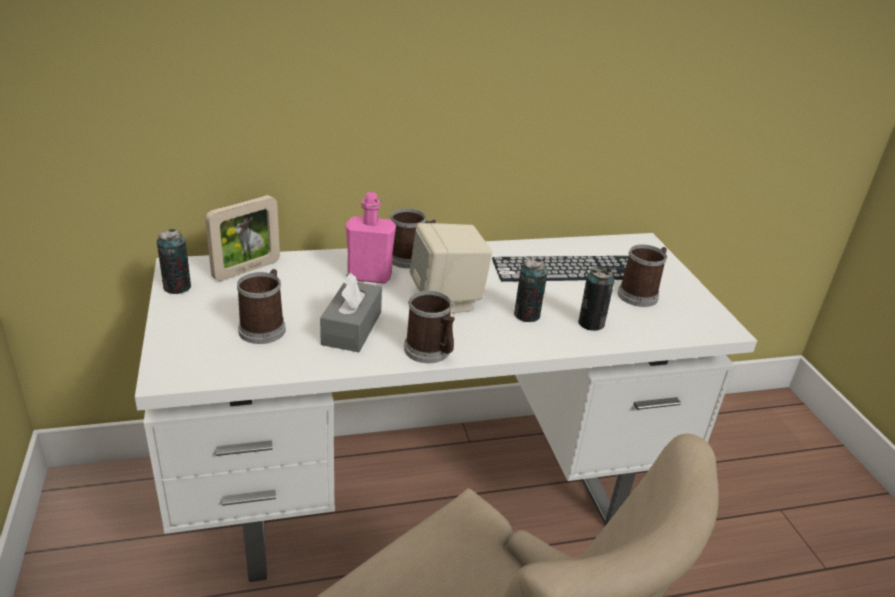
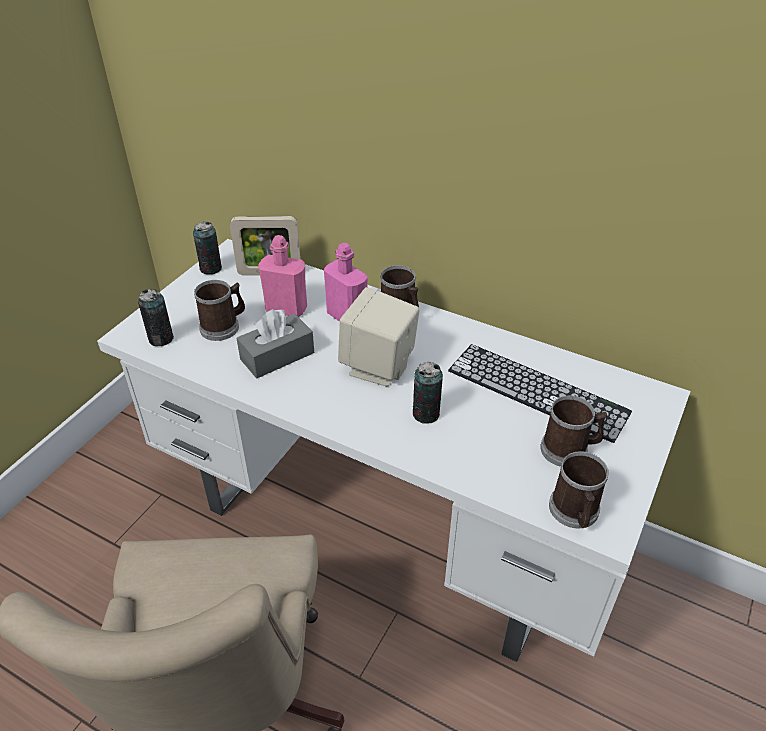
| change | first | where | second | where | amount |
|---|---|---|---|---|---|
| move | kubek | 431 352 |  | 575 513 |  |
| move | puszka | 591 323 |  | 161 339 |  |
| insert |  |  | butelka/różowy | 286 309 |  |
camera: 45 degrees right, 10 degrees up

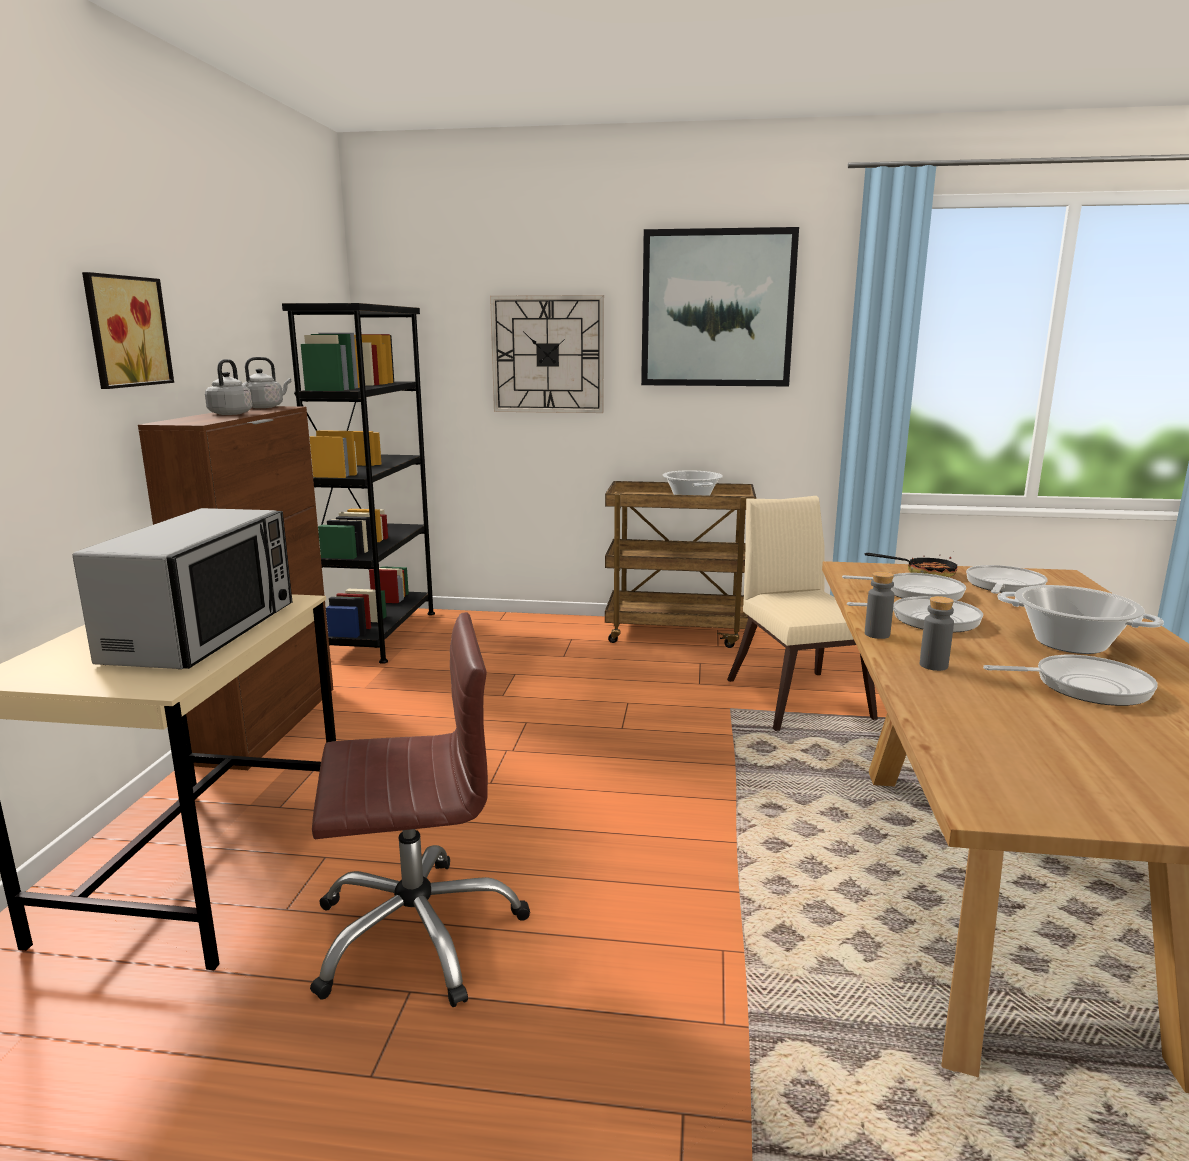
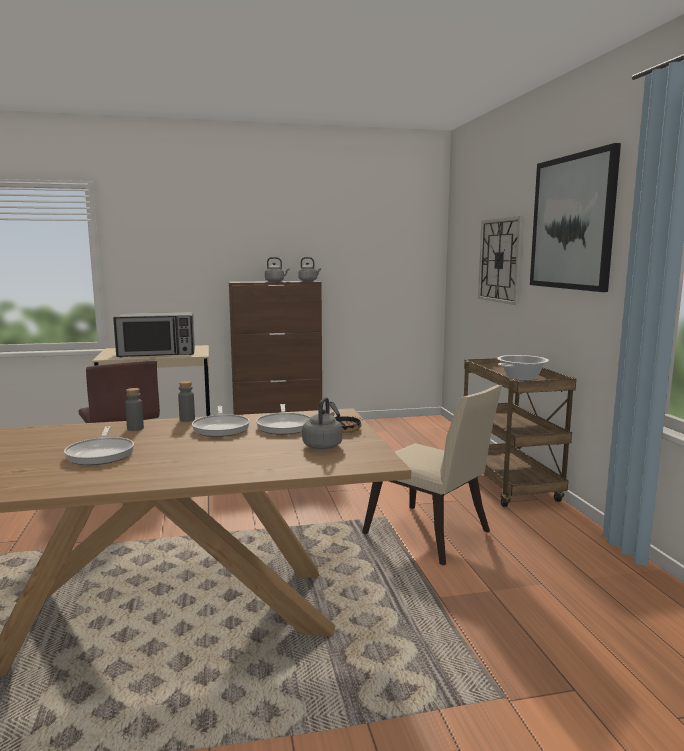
| change | first | where | second | where | amount |
|---|---|---|---|---|---|
| delete | obraz | 124 331 |  |  |  |
| delete | regał/czarny | 381 634 |  |  |  |
| rotate | krzesło/beżowy | 796 695 |  | 432 536 | 75 degrees clockwise |
| replace | patelnia | 1003 586 | czajnik/szary | 323 445 |  |
| delete | garnek | 1070 644 |  |  |  |
camera: 70 degrees right, 5 degrees down

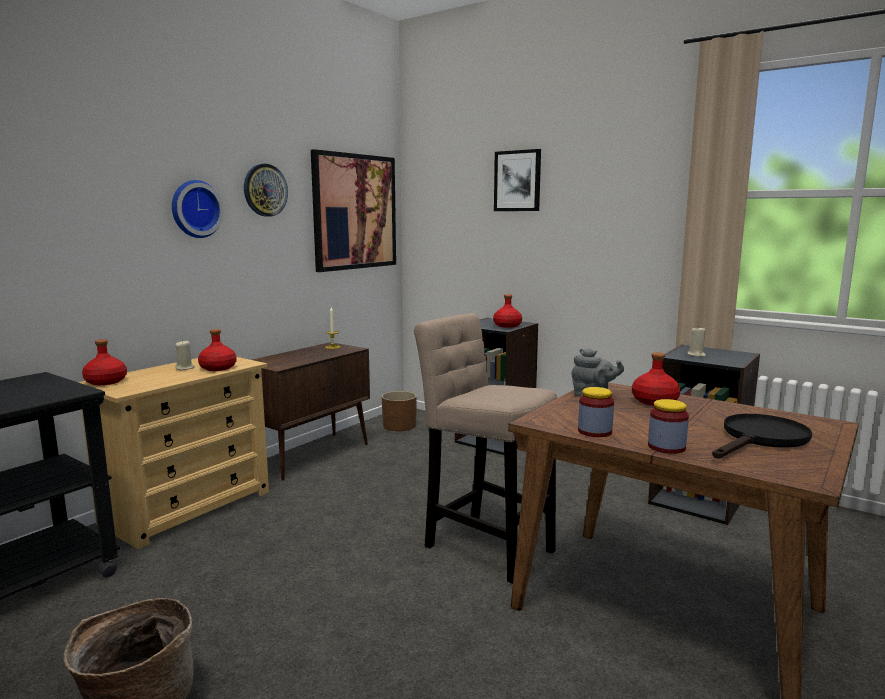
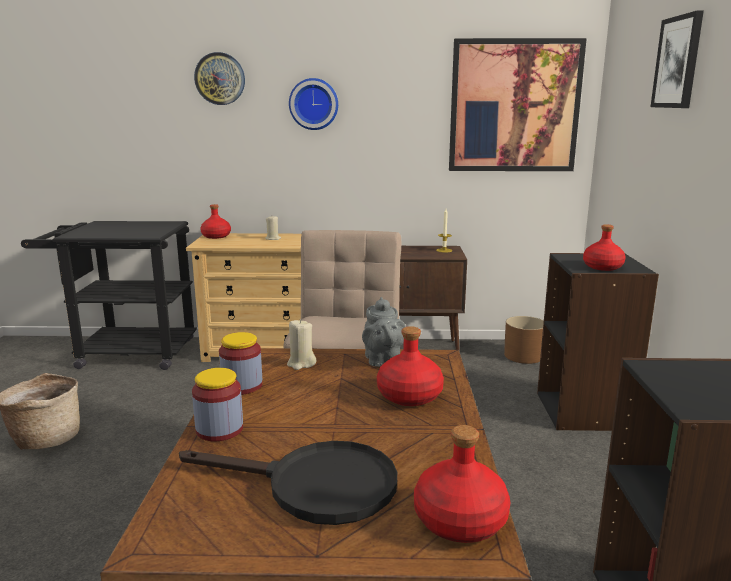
| change | first | where | second | where | amount |
|---|---|---|---|---|---|
| move | butelka/czerwony | 218 368 |  | 460 521 |  |
| move | zegar ścienny | 265 190 |  | 220 79 |  |
| move | świeca/beżowy | 696 355 |  | 301 364 |  |
camera: 55 degrees right, 5 degrees up

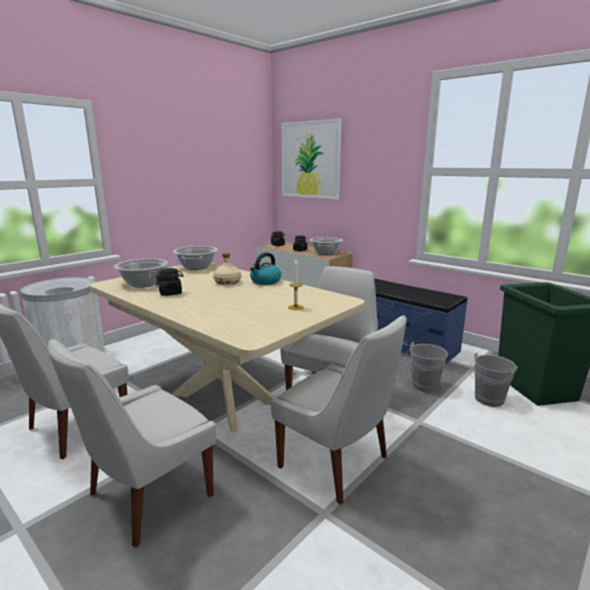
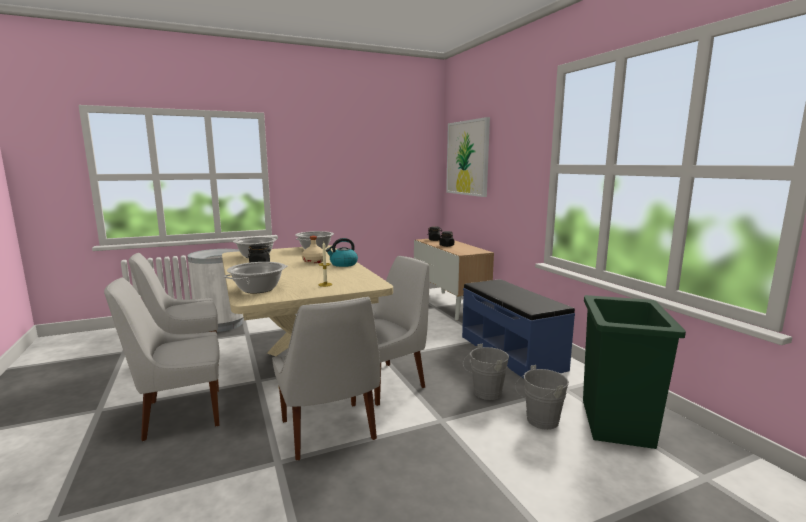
| change | first | where | second | where | amount |
|---|---|---|---|---|---|
| move | garnek | 325 252 |  | 258 289 |  |
camera: 25 degrees right, 5 degrees down

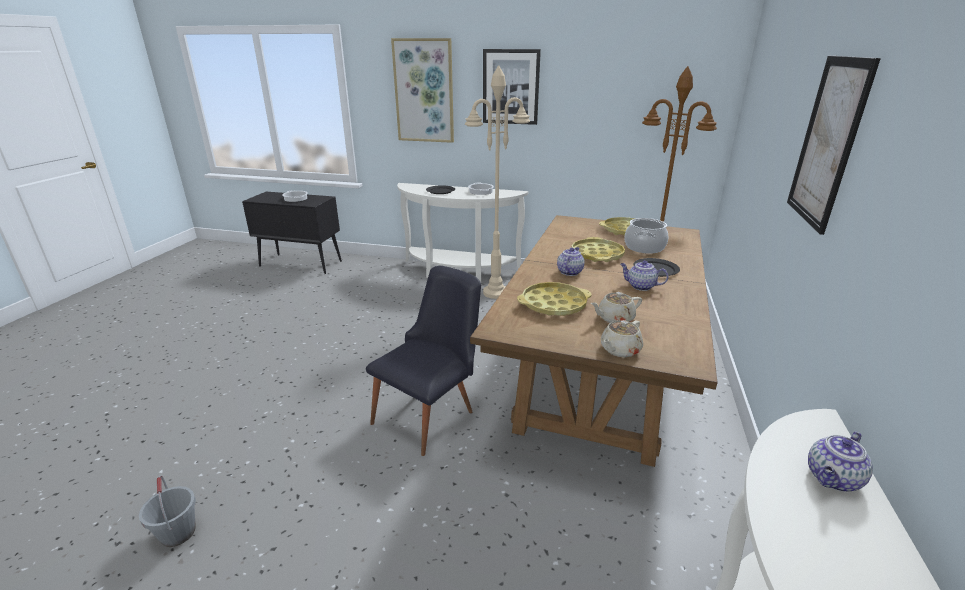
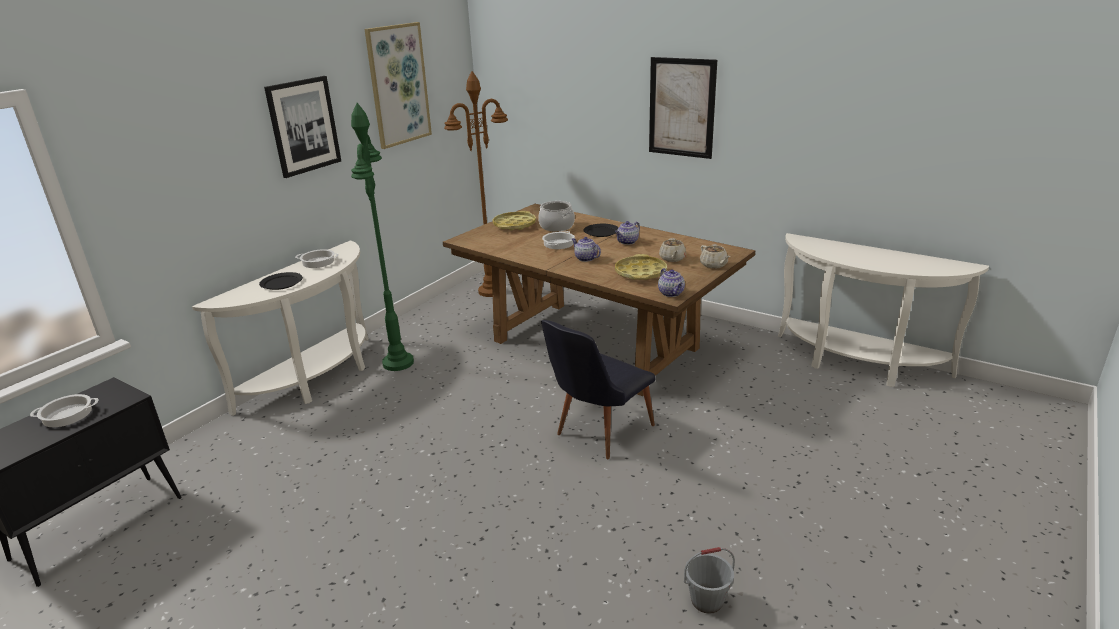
| change | first | where | second | where | amount |
|---|---|---|---|---|---|
| rotate | krzesło/czarny | 431 413 |  | 597 433 | 105 degrees counterclockwise |
| move | obraz | 424 91 |  | 398 85 |  |
| recolor | lampa stojąca/beżowy | 495 292 | lampa stojąca/zielony | 398 363 |  |
| replace | taca/żółty | 597 255 | garnek | 558 244 |  |
| move | imbryk | 833 479 |  | 671 293 |  |
camera: 70 degrees left, 0 degrees up

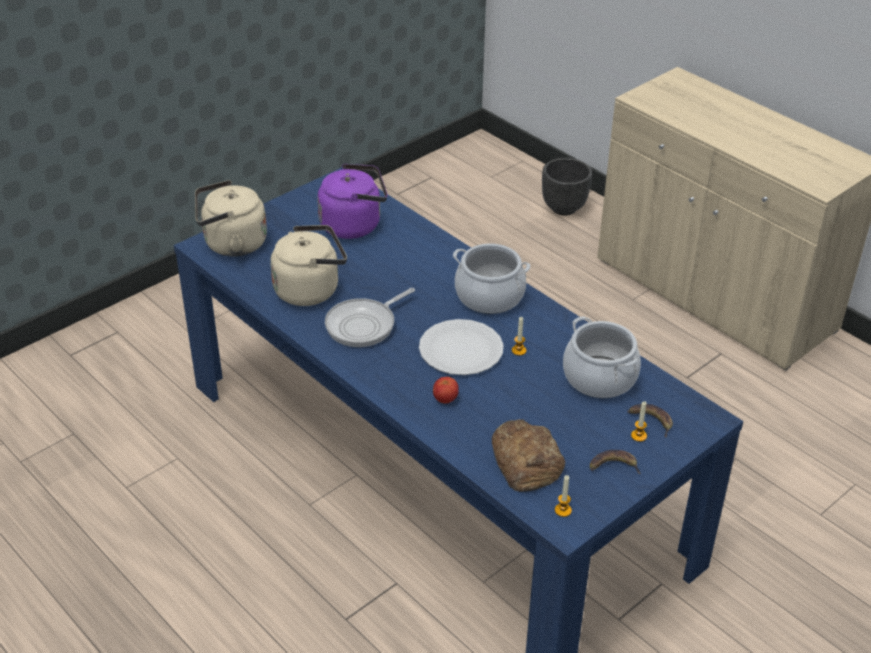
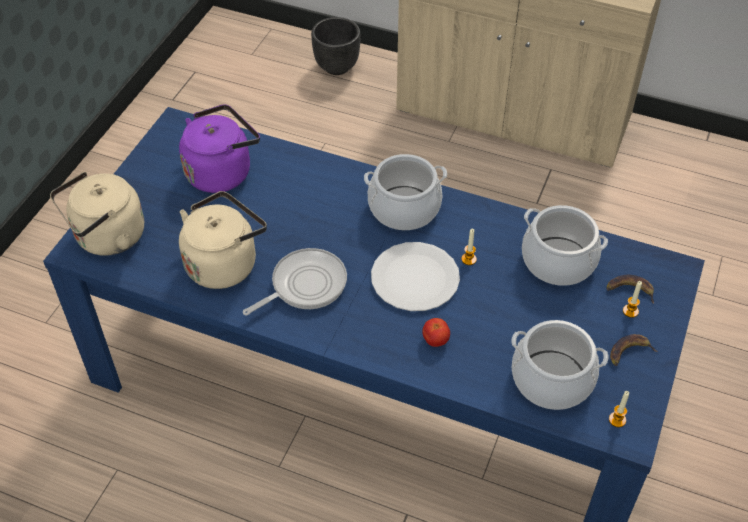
| change | first | where | second | where | amount |
|---|---|---|---|---|---|
| rotate | patelnia | 364 325 |  | 304 285 | 150 degrees counterclockwise |
| replace | chleb | 526 461 | garnek | 552 380 |  |
camera: 25 degrees left, 10 degrees up

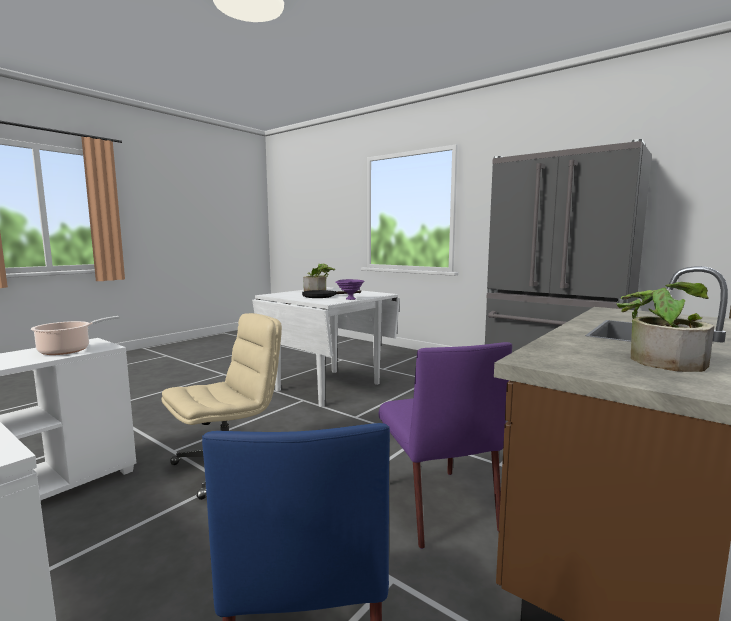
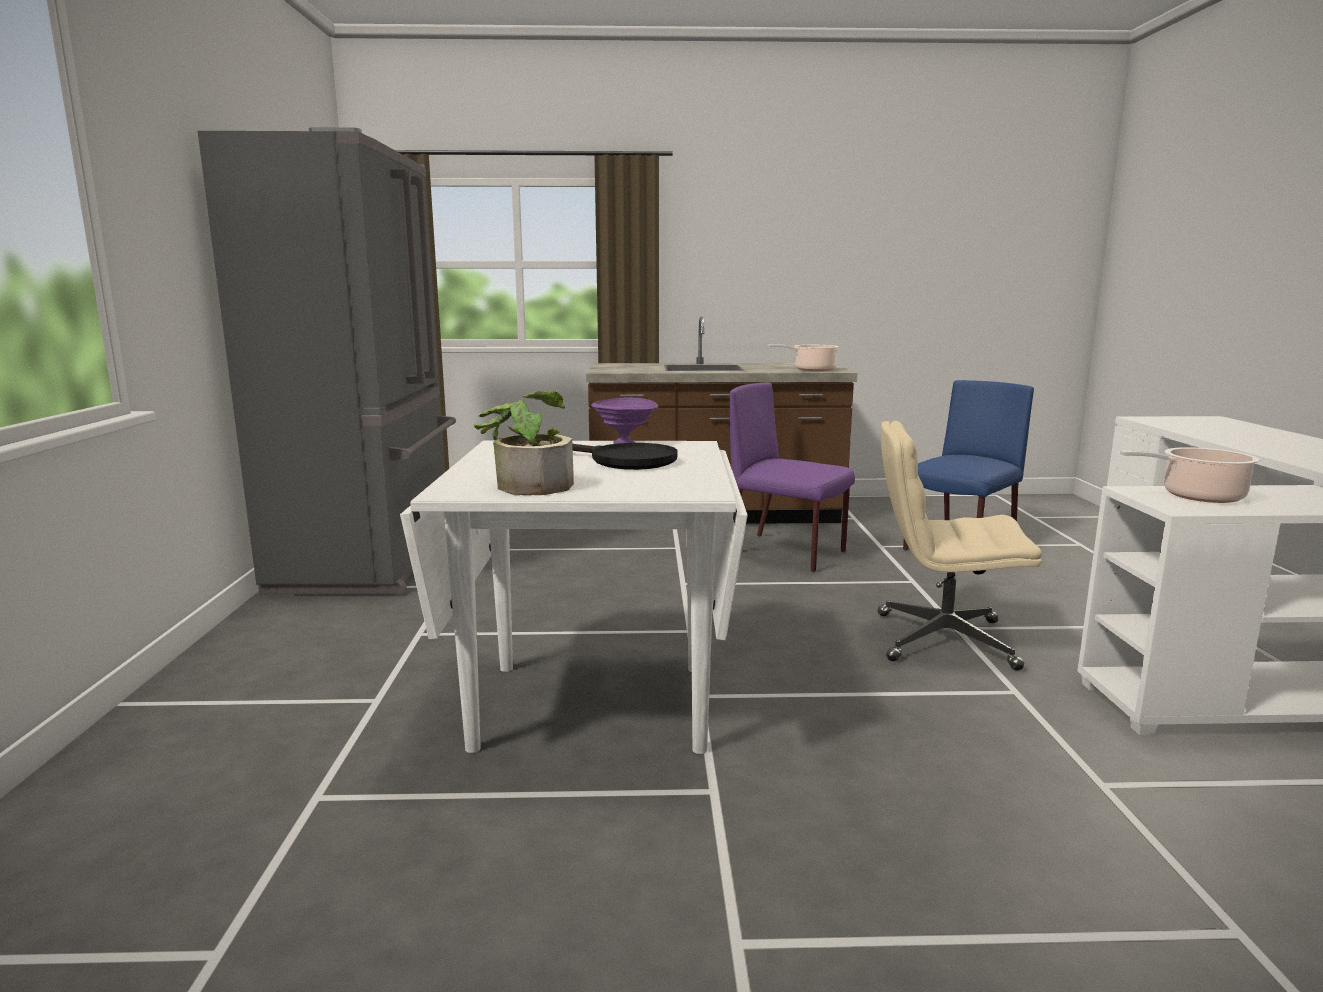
| change | first | where | second | where | amount |
|---|---|---|---|---|---|
| rotate | krzesło/fioletowy | 436 504 |  | 786 553 | 90 degrees counterclockwise |
| delete | roślina doniczkowa | 660 359 |  |  |  |
| insert |  |  | garnek | 811 370 |  |
camera: 130 degrees left, 5 degrees up

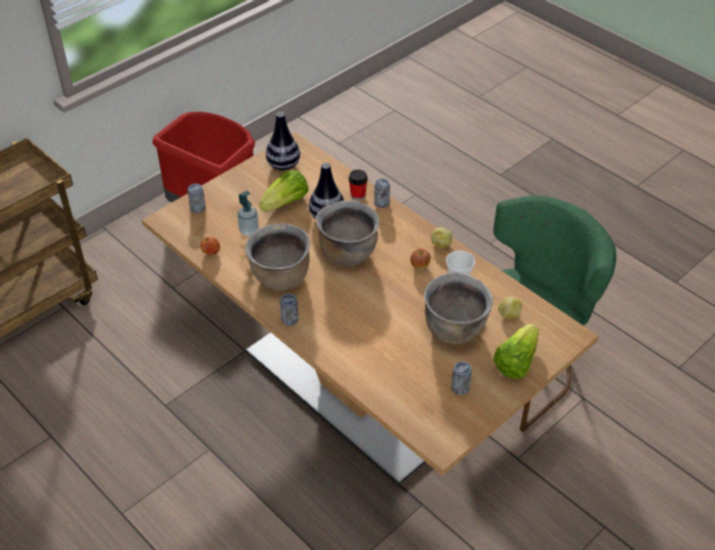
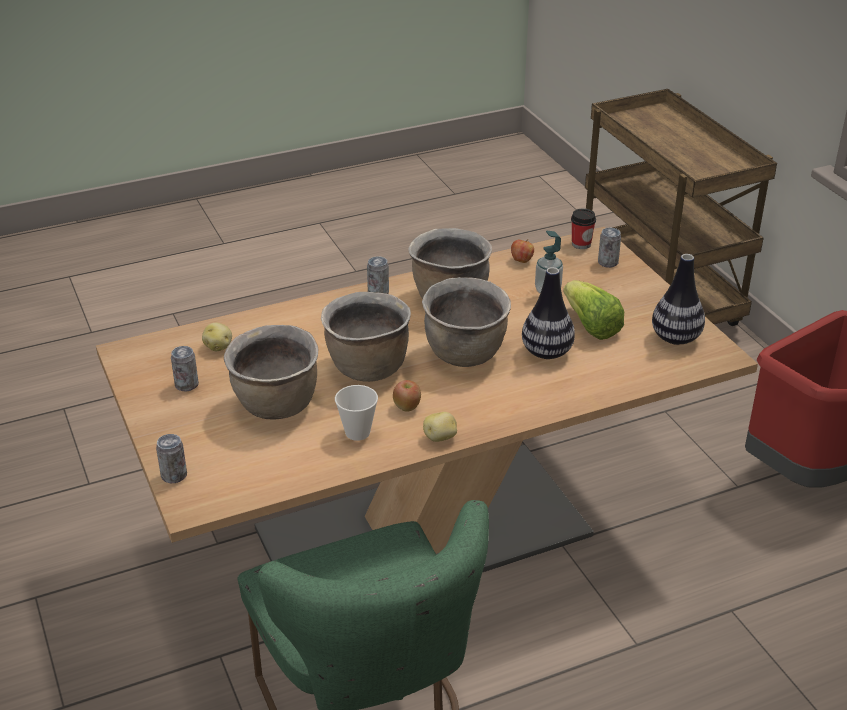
| change | first | where | second | where | amount |
|---|---|---|---|---|---|
| move | filiżanka | 358 195 |  | 581 244 |  |
| move | puszka | 381 203 |  | 174 476 |  |
| delete | sałata | 516 362 |  |  |  |
| move | ziemniak | 509 314 |  | 218 347 |  |
| insert |  |  | garnek/brązowy | 367 368 |  |
camera: 110 degrees right, 10 degrees down

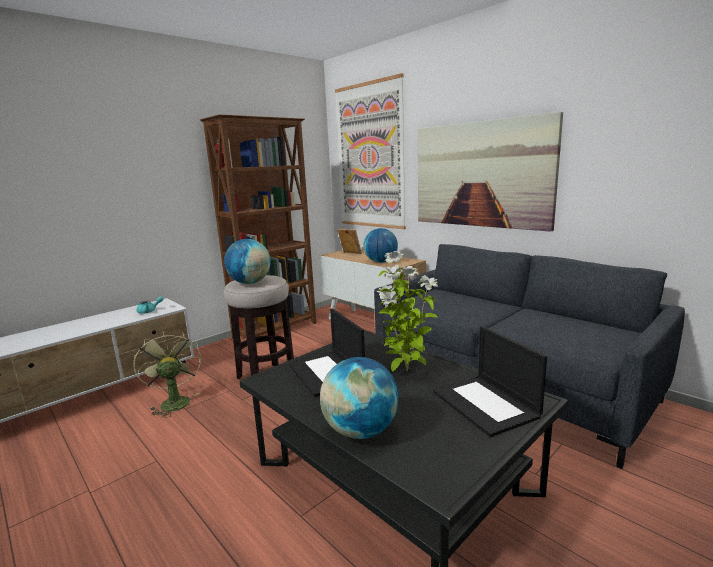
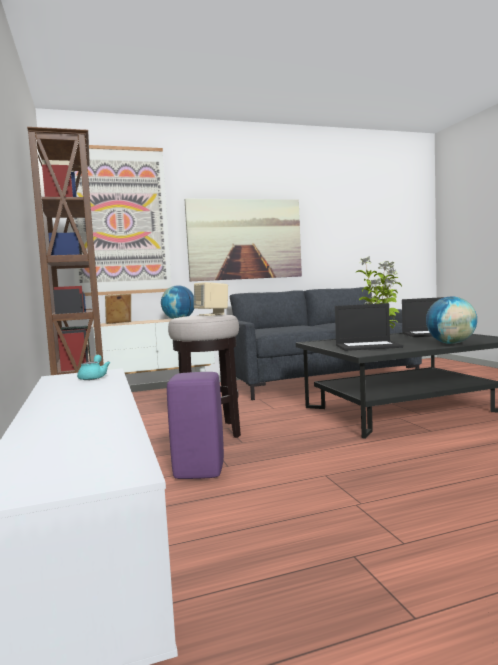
| change | first | where | second | where | amount |
|---|---|---|---|---|---|
| replace | wentylator/zielony | 173 401 | stołek/fioletowy | 200 472 |  |
| replace | globus | 250 283 | głośnik/beżowy | 212 314 |  |
camera: 65 degrees left, 10 degrees down

